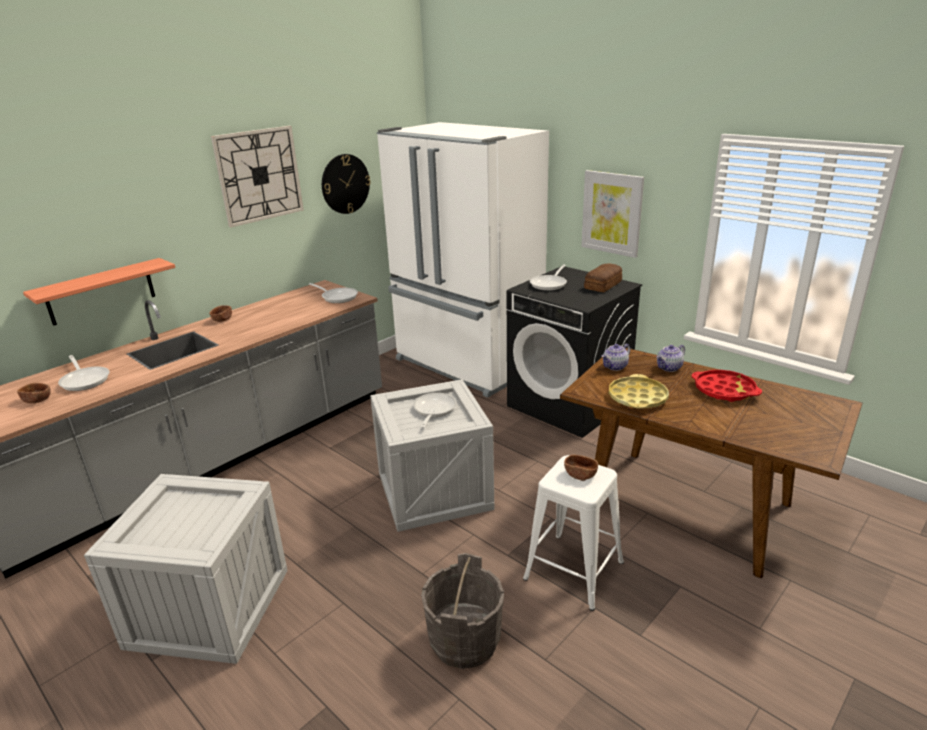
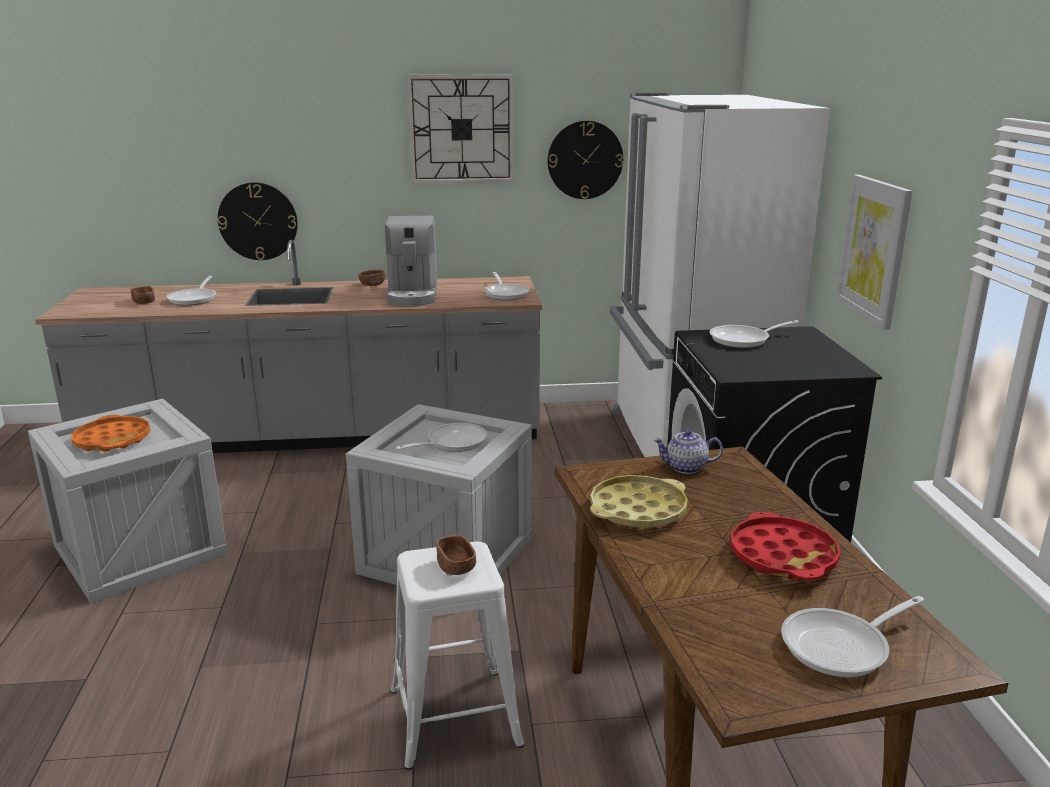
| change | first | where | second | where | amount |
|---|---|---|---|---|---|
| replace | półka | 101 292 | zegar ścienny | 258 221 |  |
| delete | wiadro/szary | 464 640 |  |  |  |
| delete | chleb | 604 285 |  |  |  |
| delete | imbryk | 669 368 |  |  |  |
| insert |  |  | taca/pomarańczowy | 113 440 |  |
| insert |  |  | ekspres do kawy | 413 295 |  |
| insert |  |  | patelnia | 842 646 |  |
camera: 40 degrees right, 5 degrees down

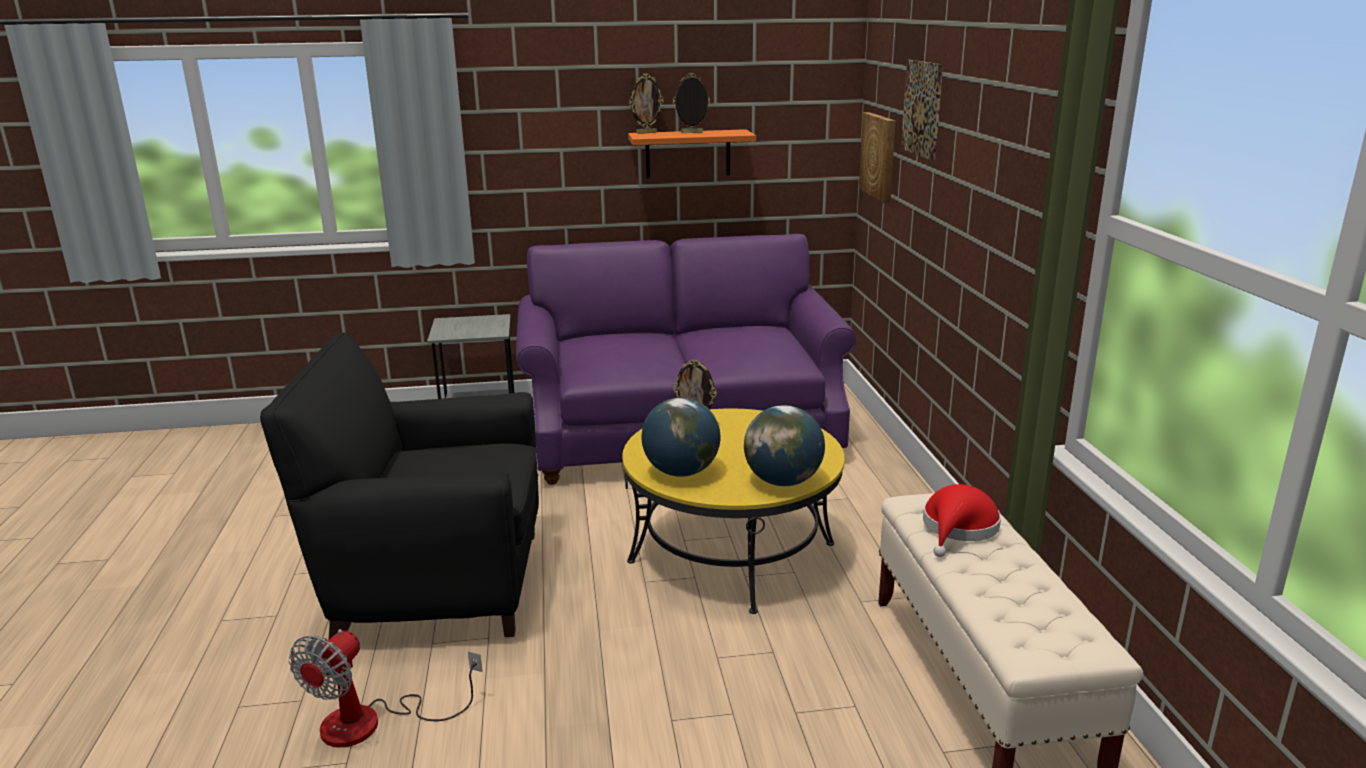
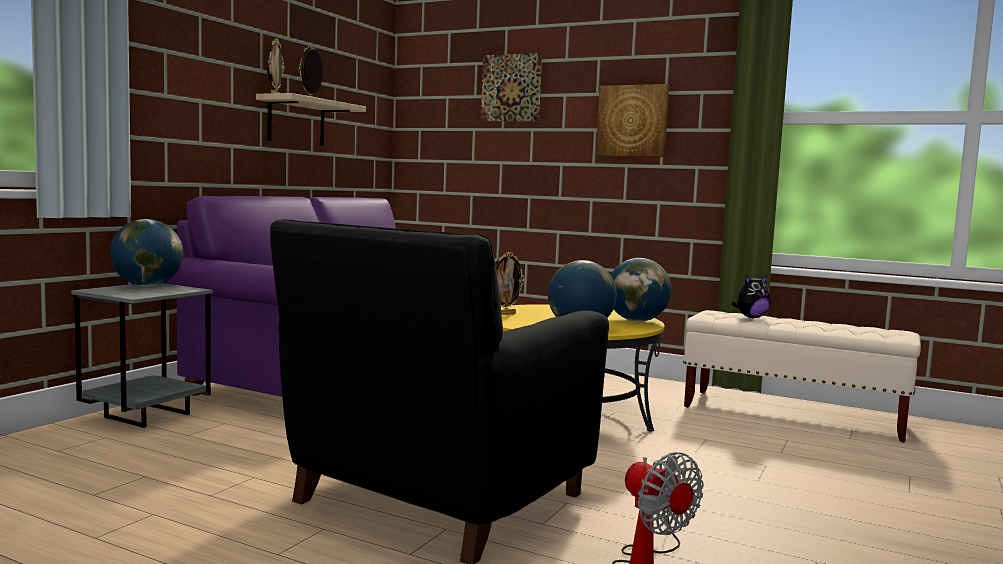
| change | first | where | second | where | amount |
|---|---|---|---|---|---|
| recolor | półka/pomarańczowy | 687 154 | półka/beżowy | 296 122 |  |
| move | obraz | 879 156 |  | 632 121 |  |
| replace | kapelusz/czerwony | 958 528 | pluszak | 751 317 |  |
| insert |  |  | globus | 147 286 |  |
camera: 55 degrees left, 15 degrees down

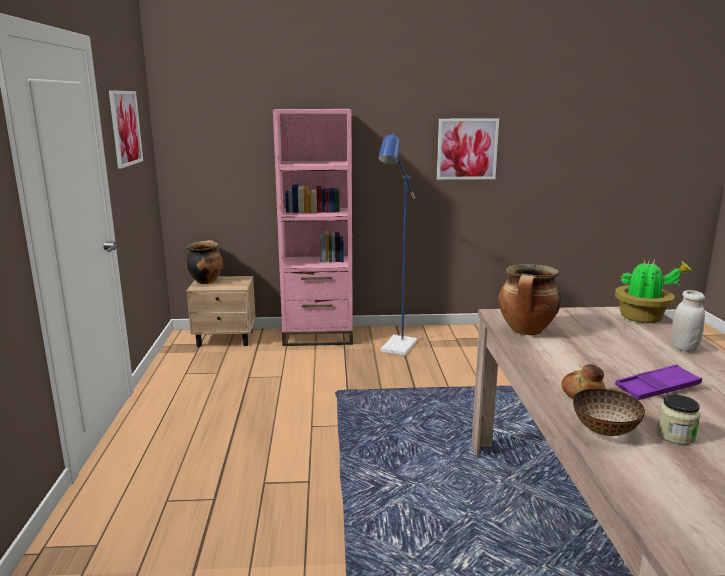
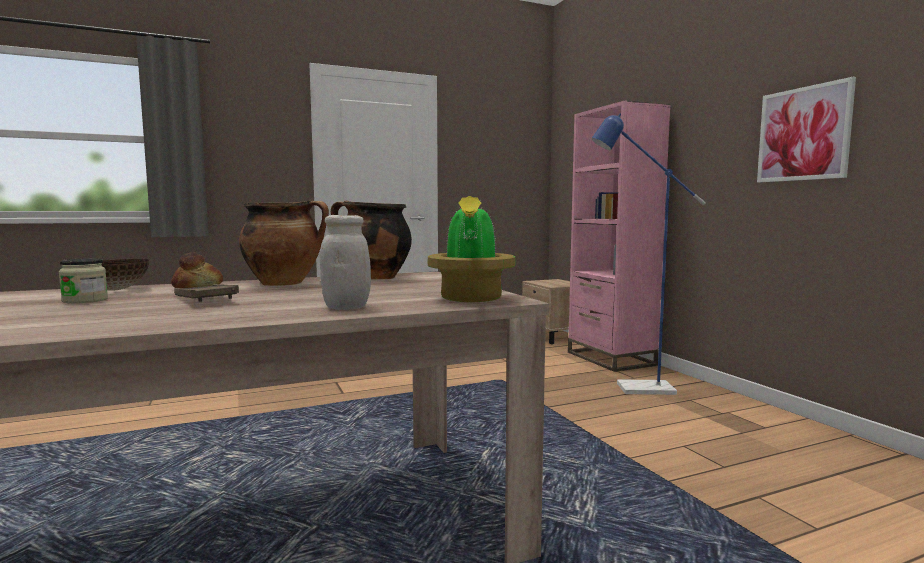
| change | first | where | second | where | amount |
|---|---|---|---|---|---|
| delete | obraz | 125 128 |  |  |  |
| move | garnek | 206 281 |  | 285 283 |  |
| recolor | taca/fioletowy | 657 388 | taca/brązowy | 205 299 |  |
camera: 70 degrees right, 10 degrees down

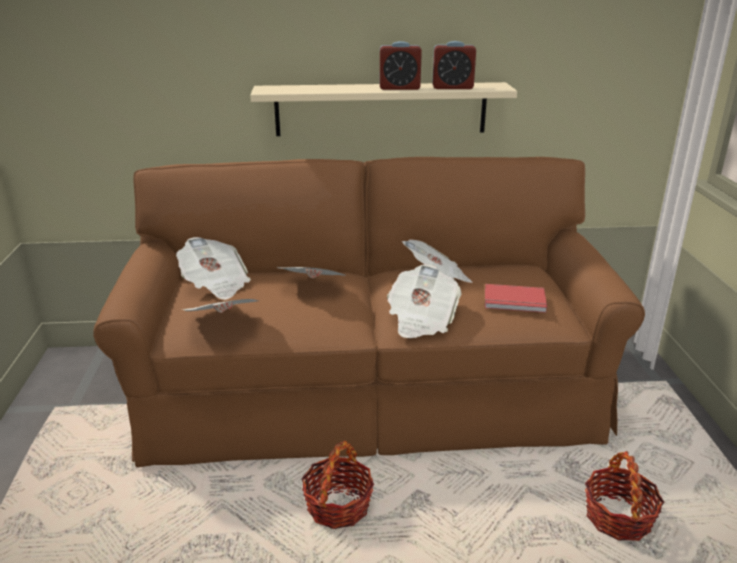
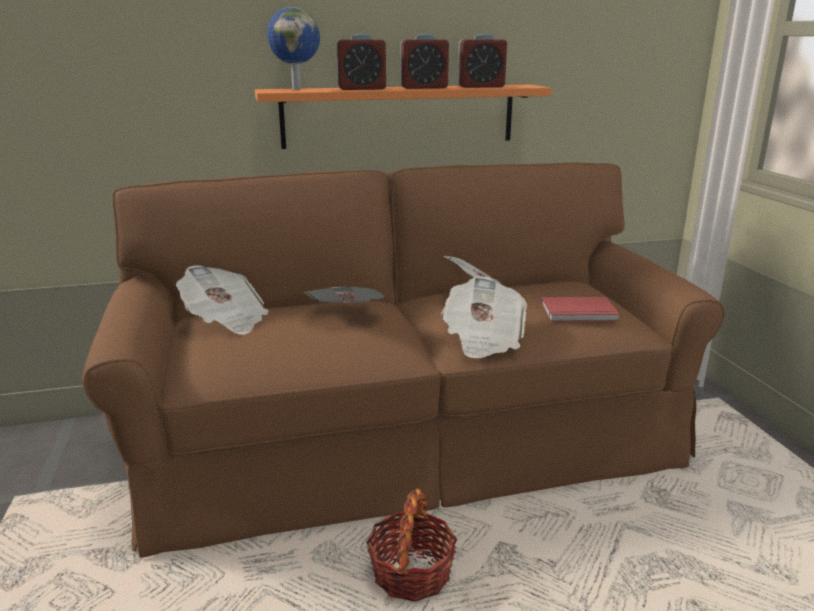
| change | first | where | second | where | amount |
|---|---|---|---|---|---|
| delete | gazeta | 223 323 |  |  |  |
| recolor | półka/beżowy | 381 109 | półka/pomarańczowy | 399 115 |  |
| delete | koszyk | 618 517 |  |  |  |
| insert |  |  | globus | 297 89 |  |
| insert |  |  | budzik | 362 89 |  |
camera: 10 degrees left, 5 degrees down

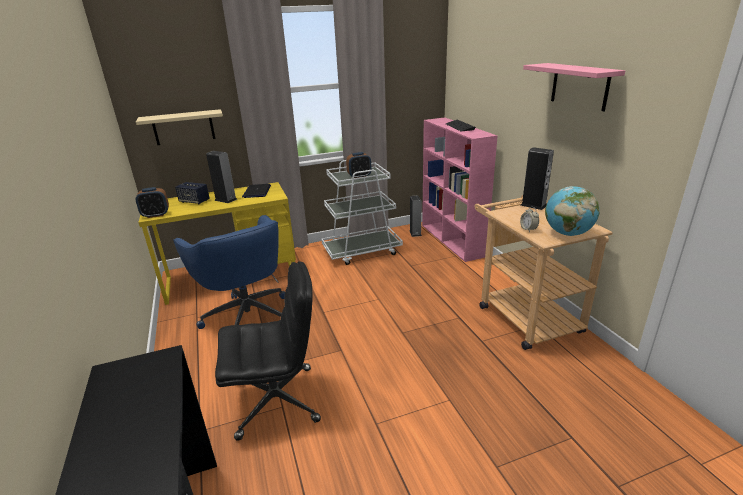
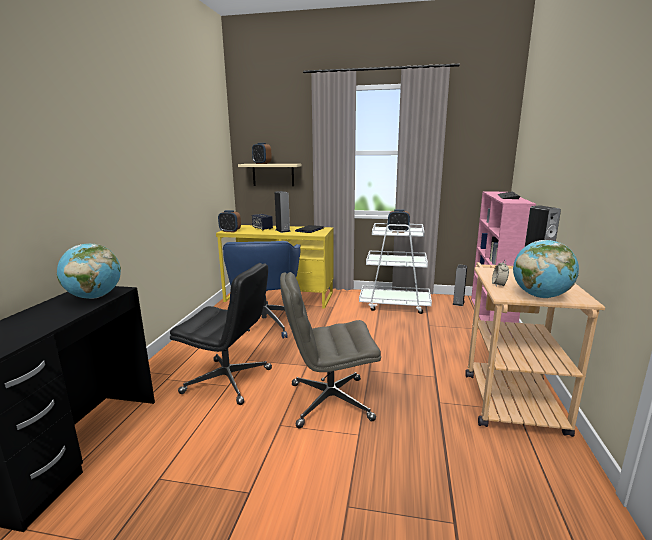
| change | first | where | second | where | amount |
|---|---|---|---|---|---|
| delete | półka/różowy | 579 86 |  |  |  |
| insert |  |  | globus | 94 297 |  |
| insert |  |  | budzik | 262 163 |  |
| insert |  |  | krzesło biurowe/szary | 329 402 |  |
camera: 30 degrees right, 10 degrees down

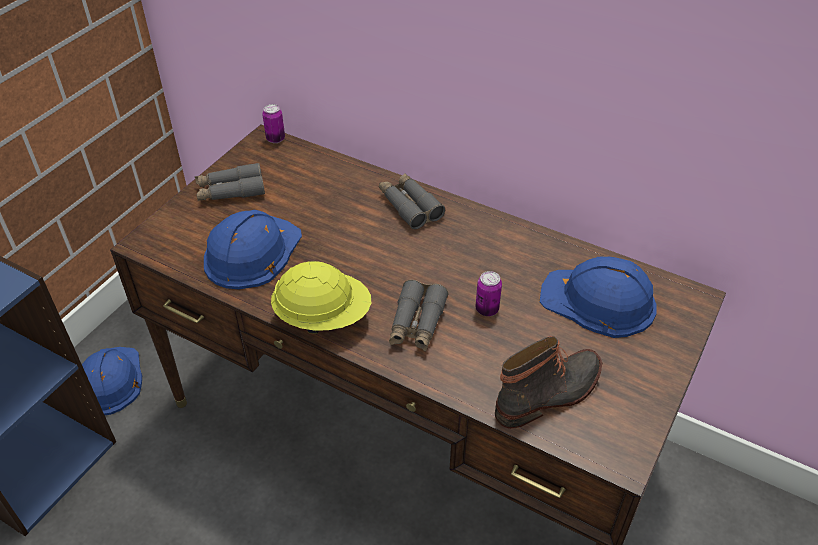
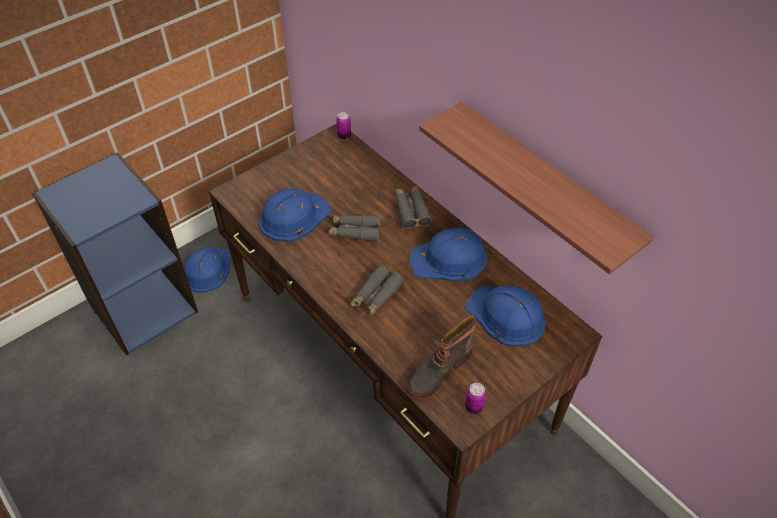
| change | first | where | second | where | amount |
|---|---|---|---|---|---|
| move | lornetka/szary | 230 191 |  | 354 231 |  |
| delete | kask/żółty | 323 317 |  |  |  |
| move | puszka | 487 309 |  | 474 407 |  |
| rotate | but z cholewką | 549 395 |  | 438 369 | 150 degrees clockwise |
| insert |  |  | kask/niebieski | 449 259 |  |
| insert |  |  | półka | 543 188 |  |
camera: 20 degrees right, 5 degrees up

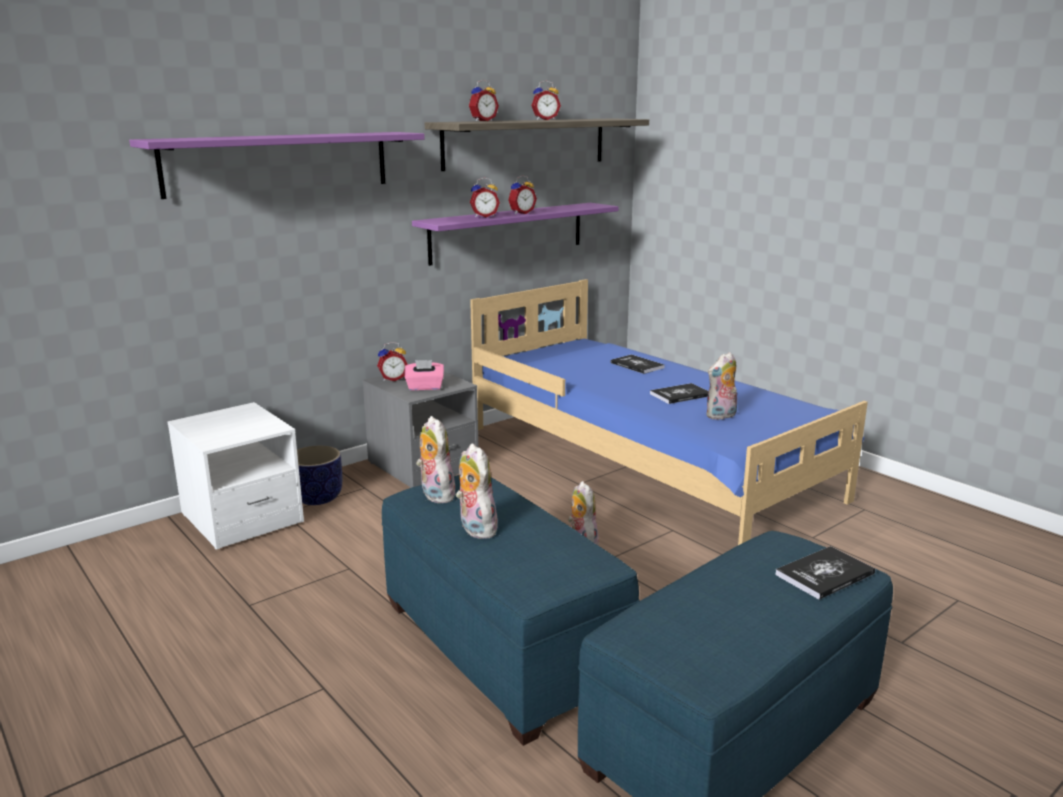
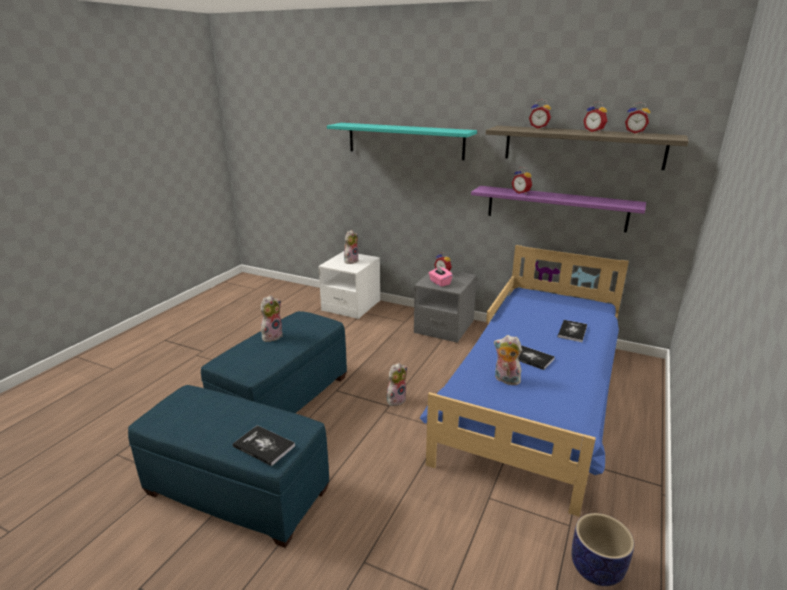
| change | first | where | second | where | amount |
|---|---|---|---|---|---|
| recolor | półka/fioletowy | 279 163 | półka/turkusowy | 405 140 |  |
| move | donica | 318 498 |  | 597 569 |  |
| move | pluszak | 435 495 |  | 351 261 |  |
| move | budzik | 521 213 |  | 634 132 |  |
camera: 65 degrees right, 5 degrees up

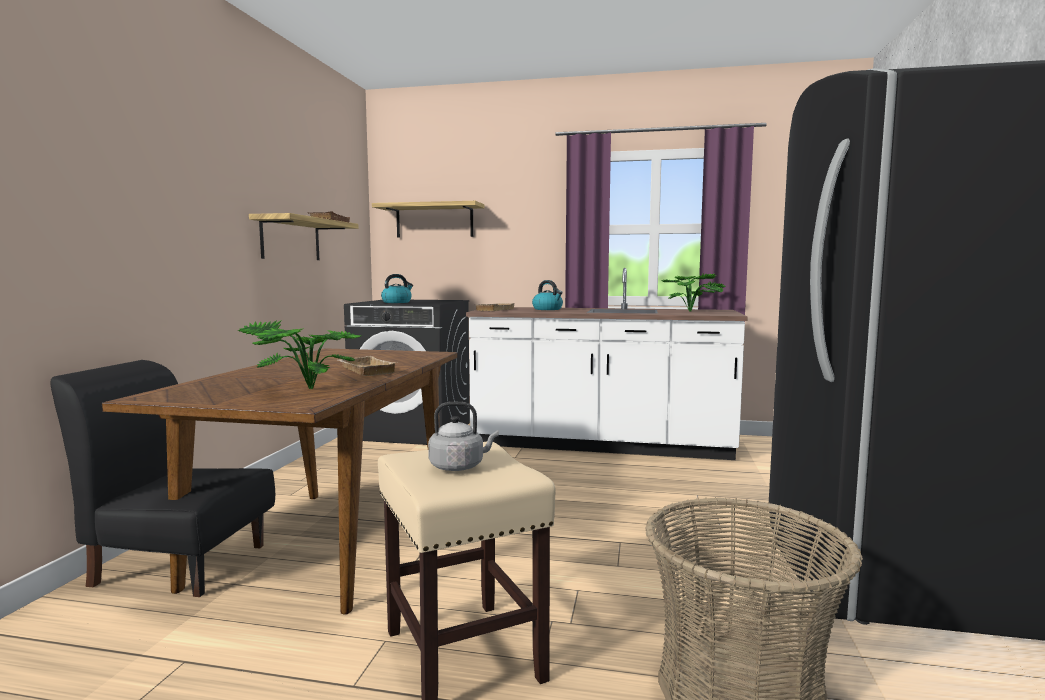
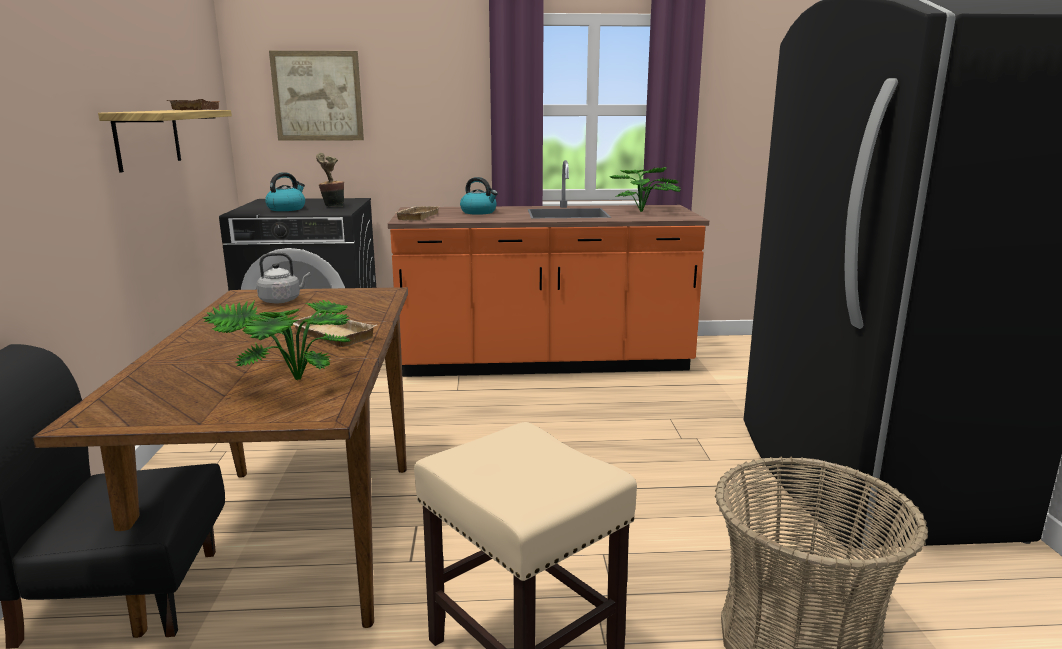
| change | first | where | second | where | amount |
|---|---|---|---|---|---|
| replace | półka | 434 221 | obraz | 317 96 |  |
| move | czajnik/szary | 459 467 |  | 282 300 |  |
| recolor | zabudowa kuchenna/biały | 601 444 | zabudowa kuchenna/pomarańczowy | 545 363 |  |
| insert |  |  | roślina doniczkowa | 332 207 |  |
camera: 15 degrees left, 10 degrees up

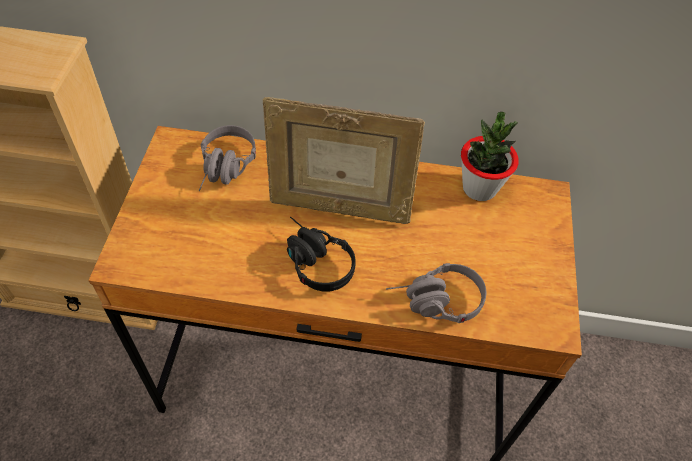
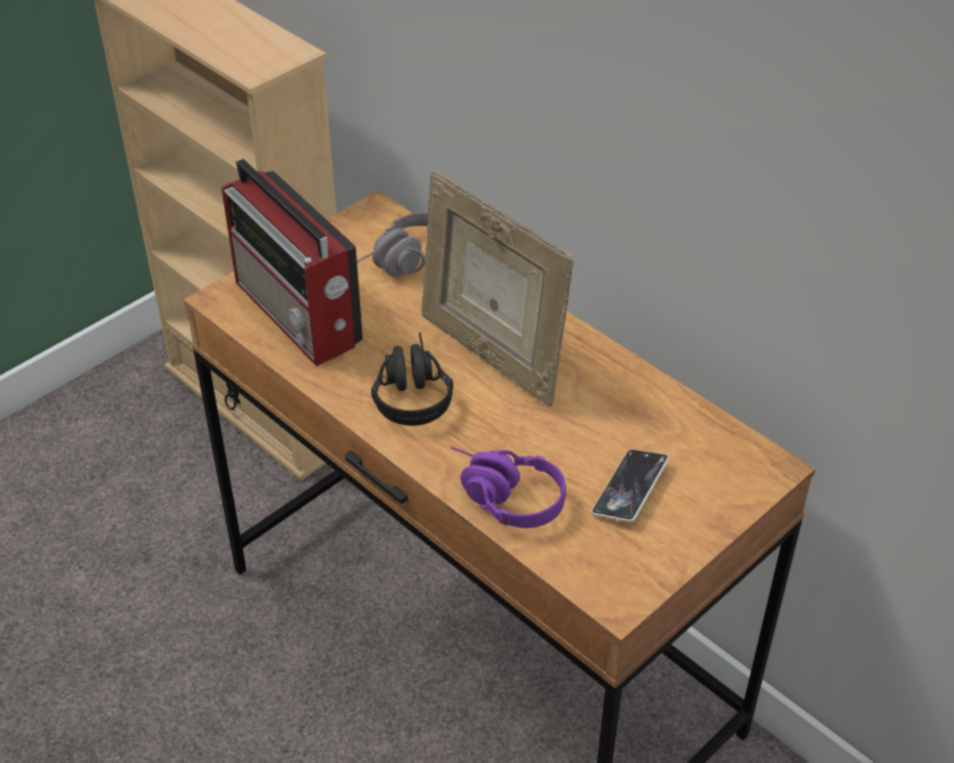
| change | first | where | second | where | amount |
|---|---|---|---|---|---|
| recolor | słuchawki/szary | 434 303 | słuchawki/fioletowy | 501 497 |  |
| delete | roślina doniczkowa | 479 188 |  |  |  |
| insert |  |  | radio | 299 315 |  |
| insert |  |  | telefon | 630 490 |  |
camera: 40 degrees right, 10 degrees down

